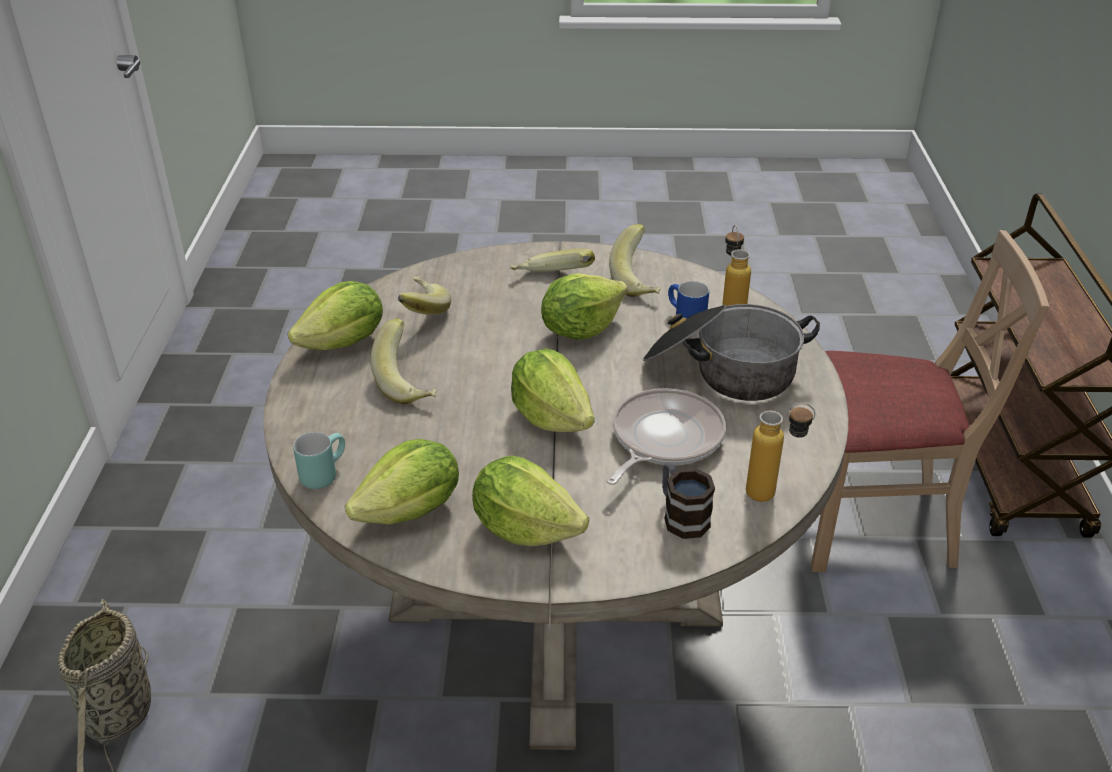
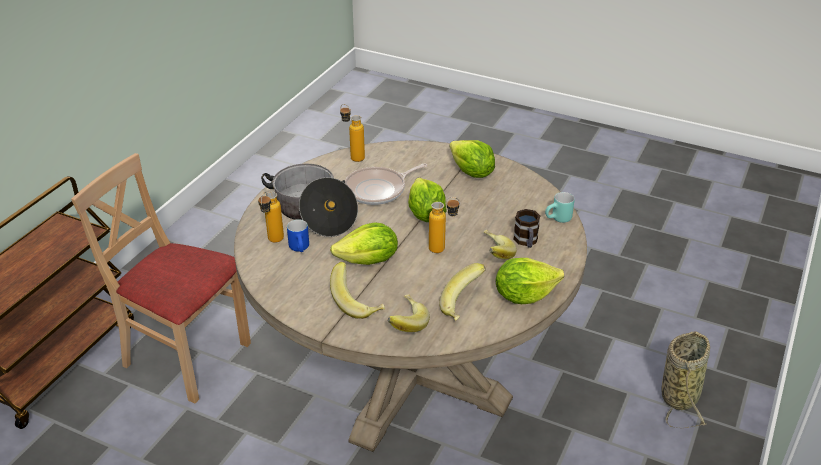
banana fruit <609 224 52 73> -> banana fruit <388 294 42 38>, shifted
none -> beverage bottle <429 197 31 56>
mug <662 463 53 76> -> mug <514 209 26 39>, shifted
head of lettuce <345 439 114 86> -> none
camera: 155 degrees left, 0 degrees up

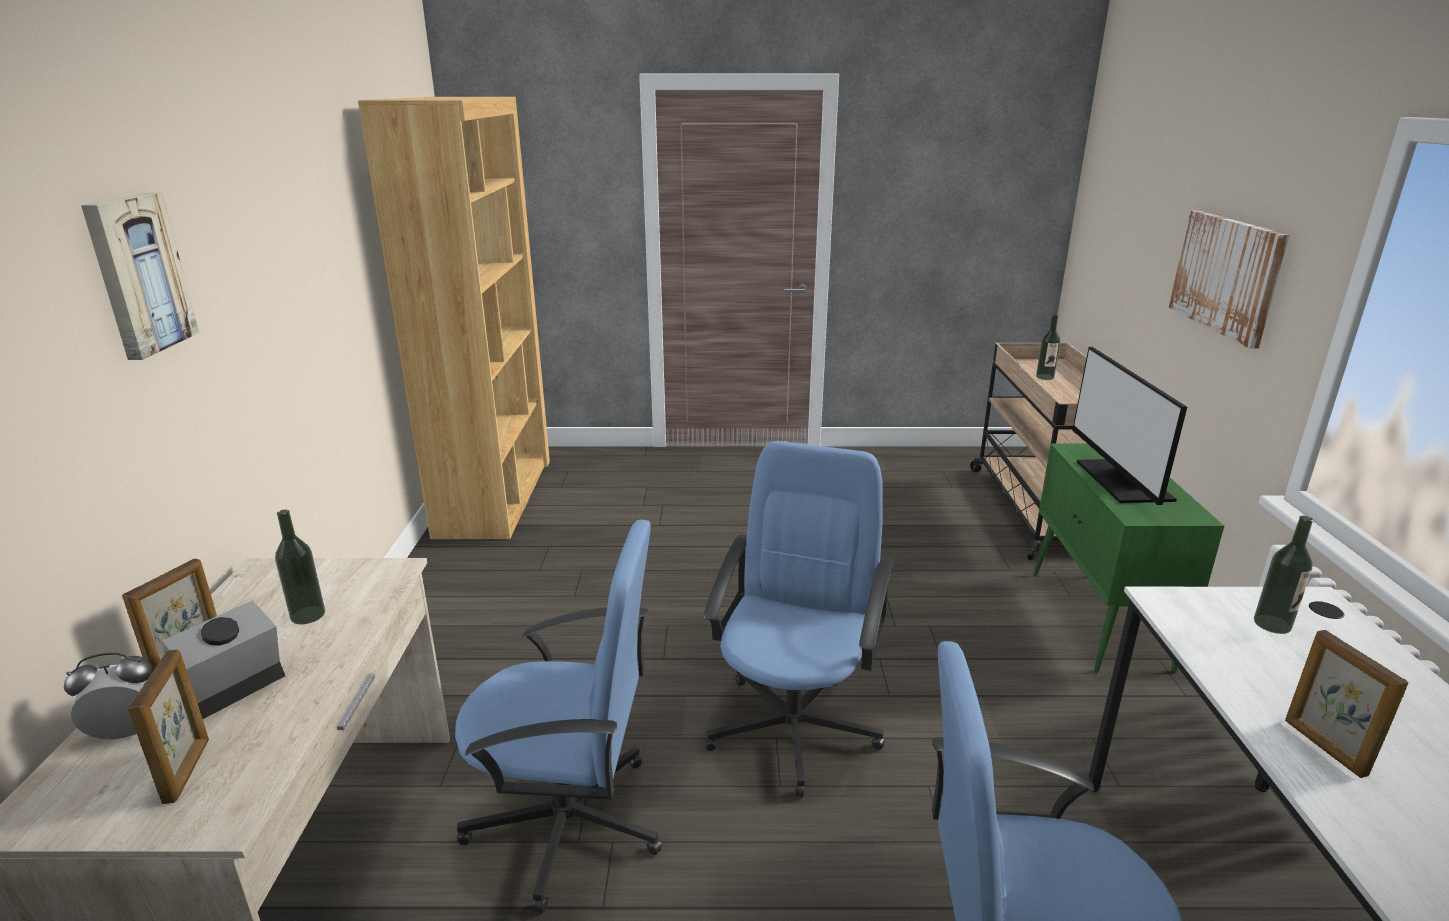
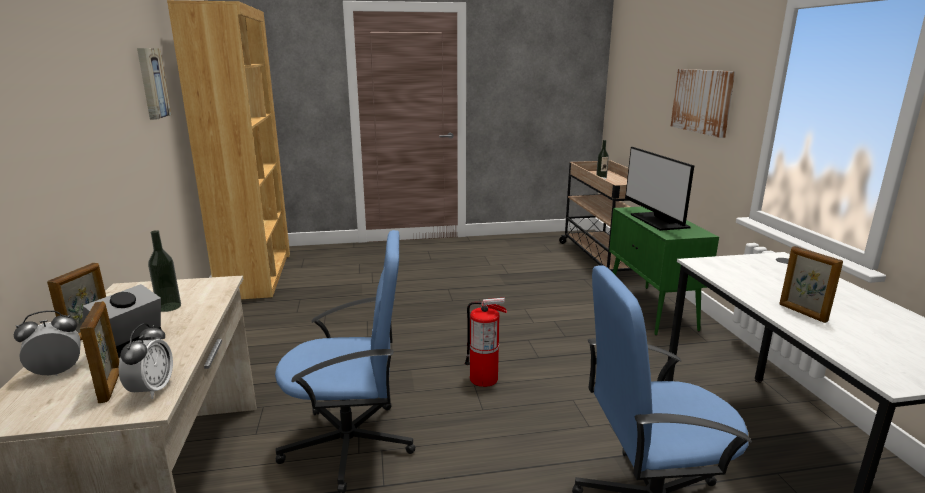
none -> alarm clock <119 323 54 76>
picture <81 193 118 167> -> picture <137 48 34 72>, shifted
bluish office chair <703 441 191 357> -> fire-fighting cylinder <465 298 42 89>
beverage bottle <1254 516 59 118> -> none
camera: 10 degrees left, 5 degrees down

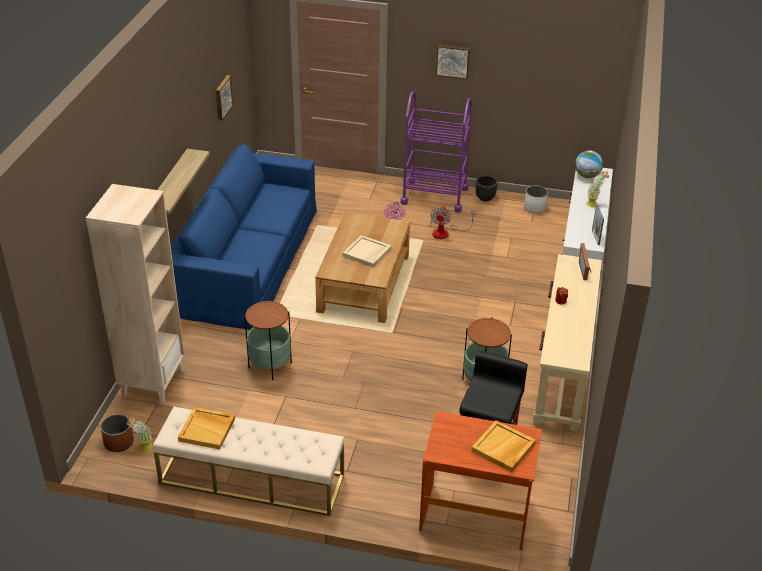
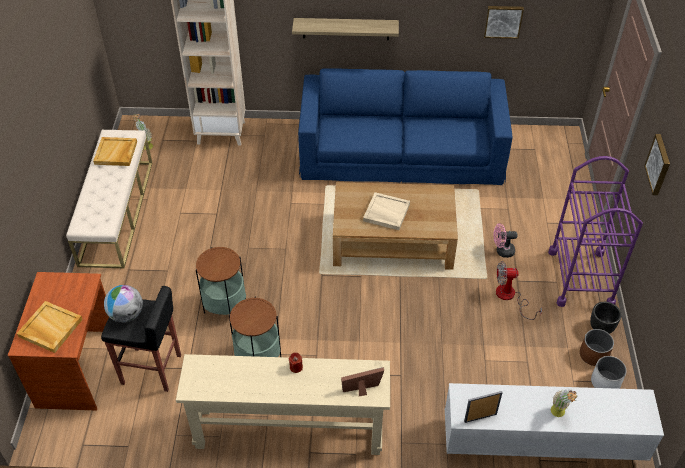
desk globe <575 150 28 28> -> desk globe <104 285 39 38>, shifted
side table <244 300 48 80> -> side table <196 247 50 68>, shifted
brownish planter <101 414 33 38> -> brownish planter <580 329 34 37>, shifted
camera: 80 degrees right, 10 degrees up

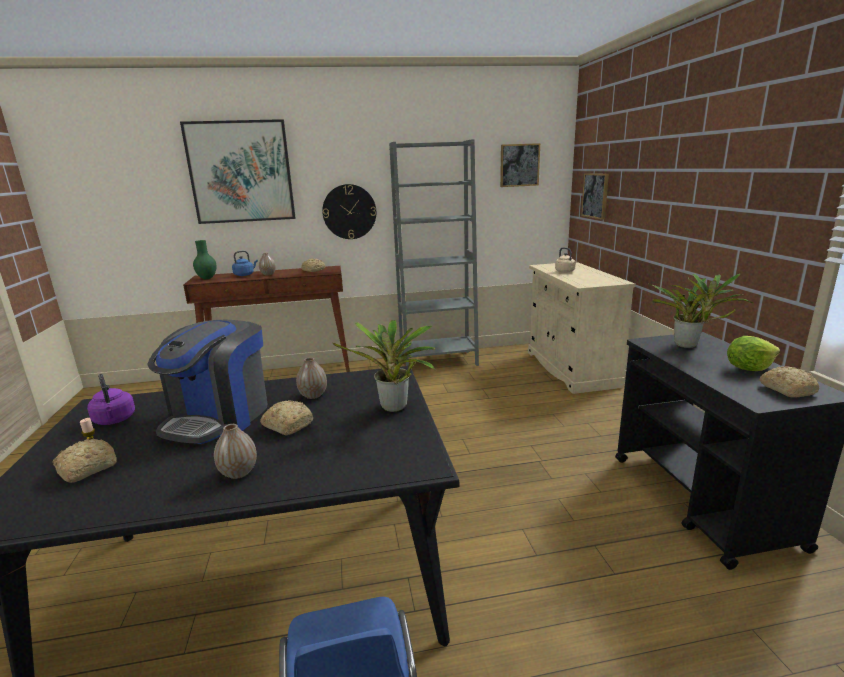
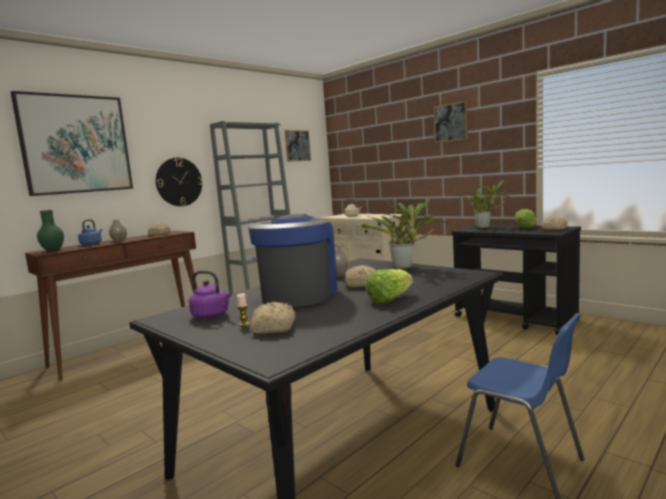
coffee maker <147 320 120 124> -> coffee maker <248 214 90 93>, 150 degrees counterclockwise
vase <214 424 43 55> -> head of lettuce <366 269 47 35>
picture <581 173 28 47> -> picture <433 101 35 42>, shifted
camera: 35 degrees left, 10 degrees down

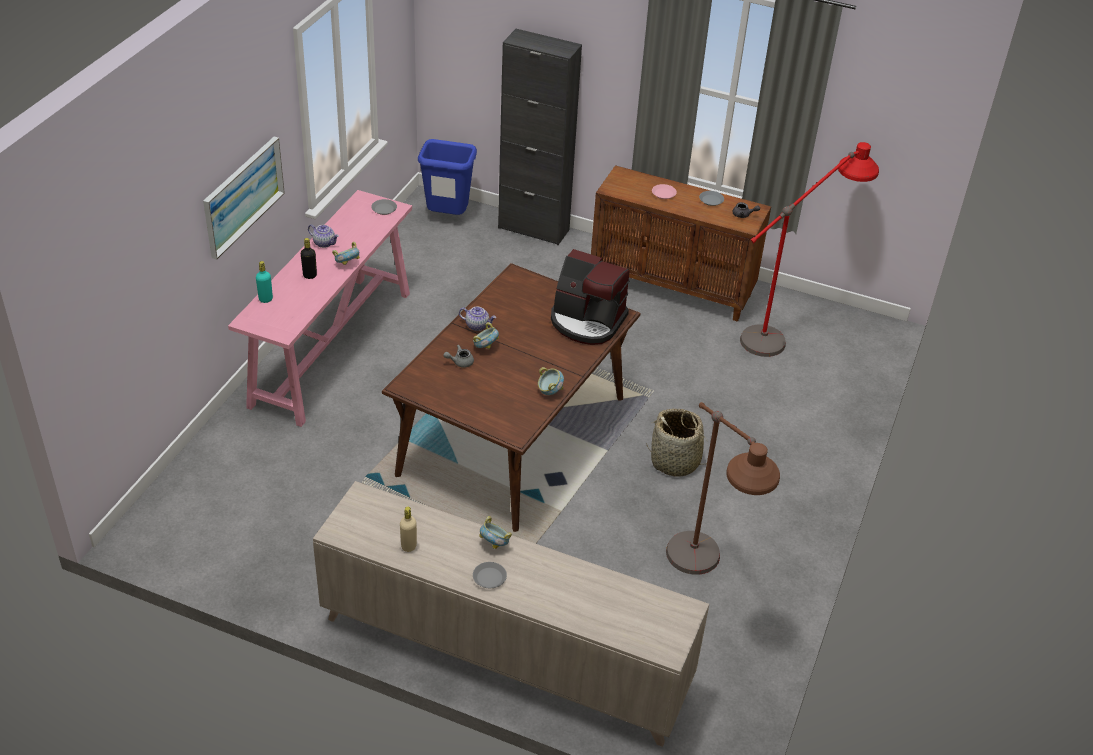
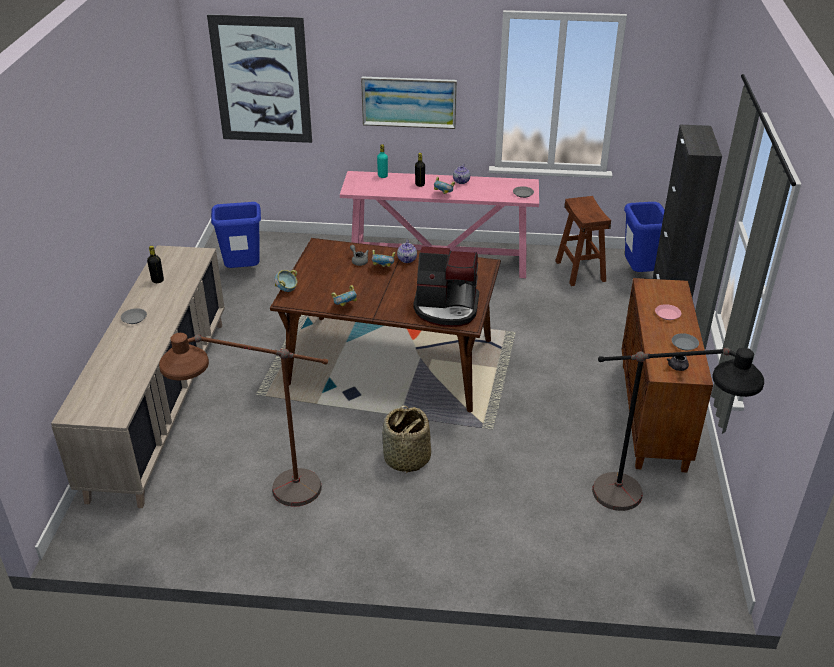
beige beverage bottle <400 507 17 45> -> black-coloured beverage bottle <147 246 17 37>
none -> picture <207 14 105 129>
none -> bluish trash can <211 202 50 66>
bowl <479 516 33 33> -> bowl <275 270 22 22>, shifted
coffee maker <551 249 79 96> -> coffee maker <413 246 66 81>, 90 degrees counterclockwise
none -> brownish sitting stool <555 196 56 90>
reddish floor lamp <740 142 139 215> -> black-coloured floor lamp <592 348 172 163>
camera: 75 degrees right, 5 degrees down

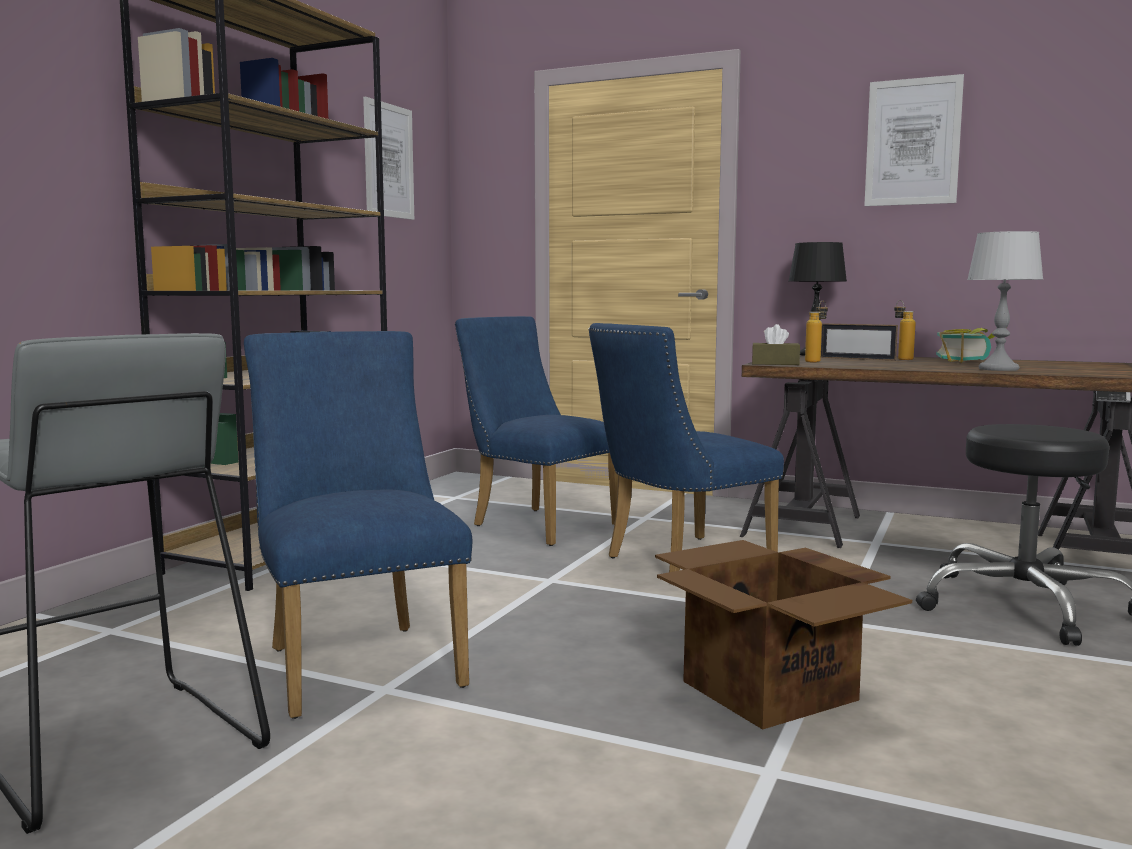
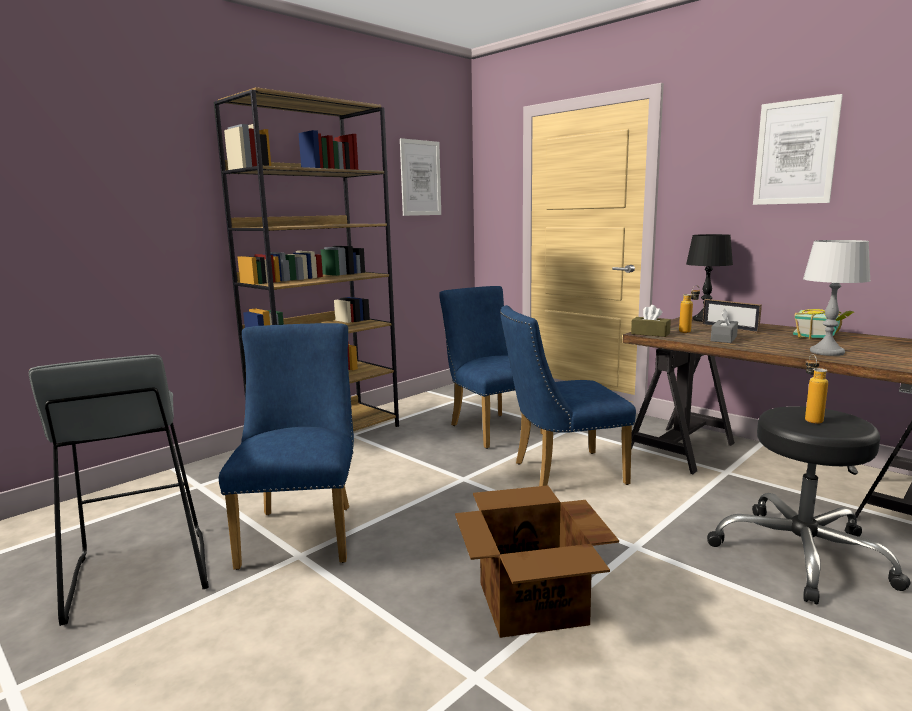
none -> greyish tissue box <711 308 27 35>
beverage bottle <894 300 21 60> -> beverage bottle <805 354 23 70>, shifted
camera: 20 degrees right, 5 degrees up

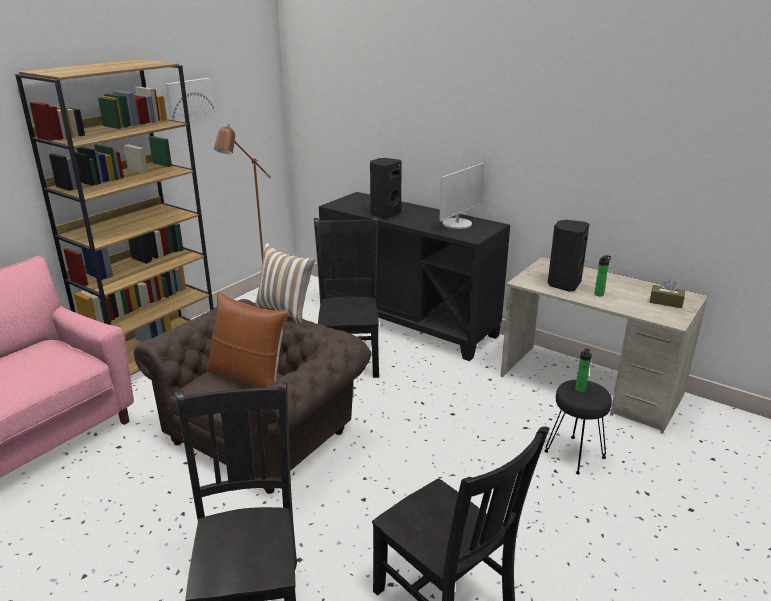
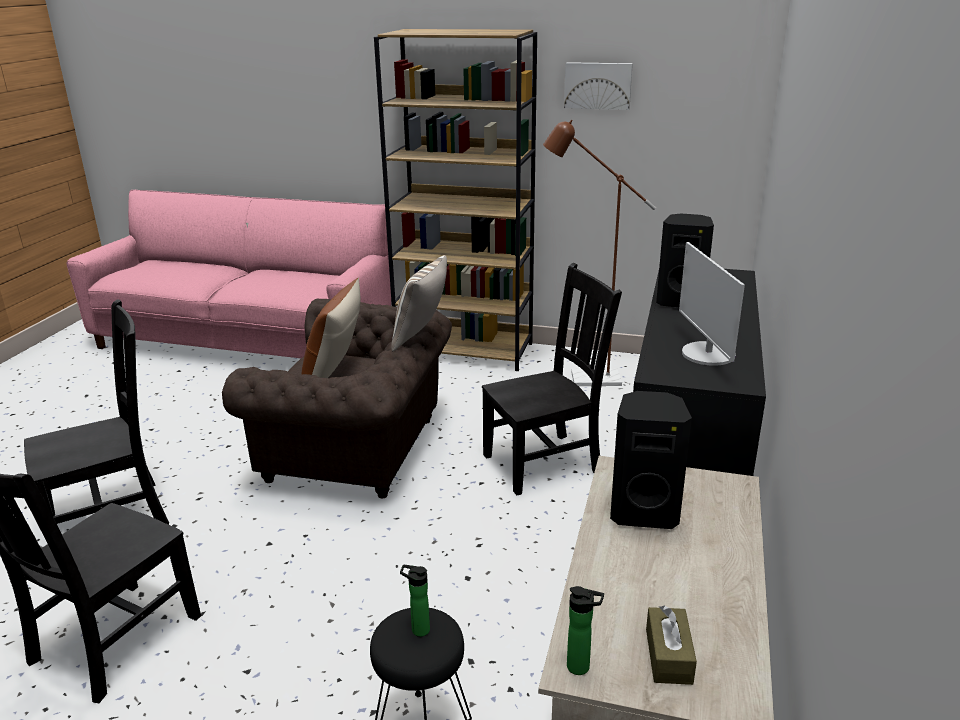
beverage bottle <594 255 17 41> -> beverage bottle <567 586 37 89>, shifted
monitor <439 163 46 66> -> monitor <679 242 66 124>, 60 degrees clockwise
camera: 70 degrees right, 0 degrees up

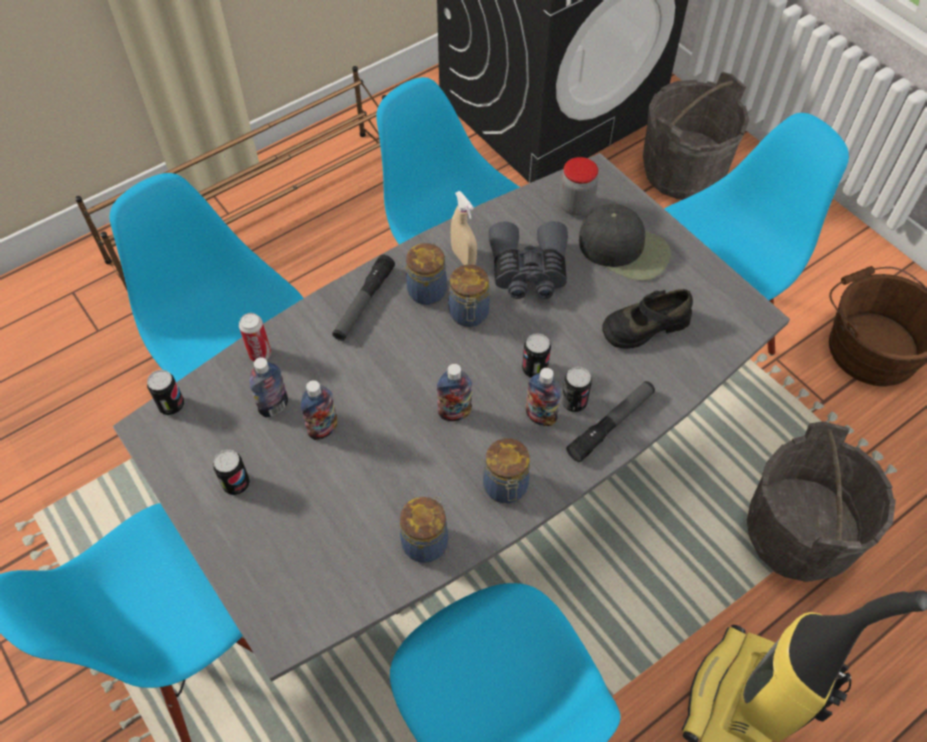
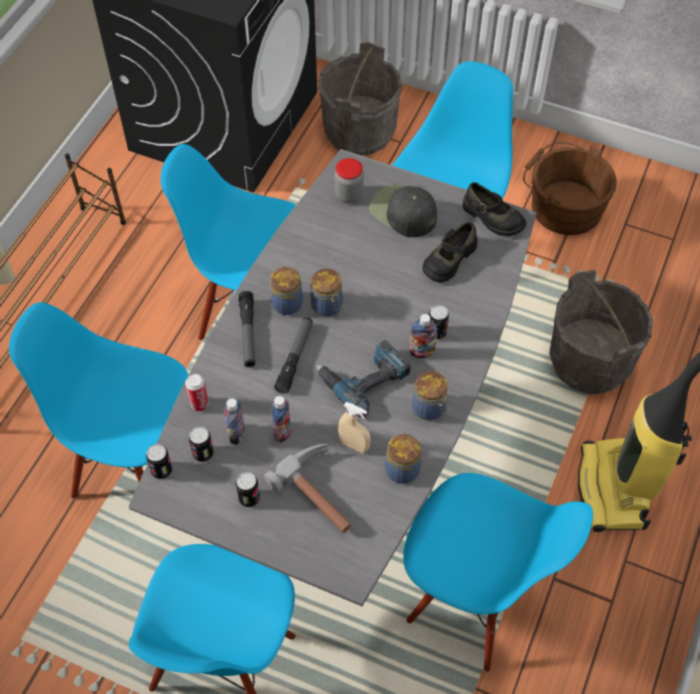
can <522 333 29 45> -> can <189 426 25 36>, shifted
none -> hammer <264 444 87 89>
hand torch <566 381 89 81> -> hand torch <274 317 39 77>, shifted
beverage bottle <437 364 35 57> -> power drill <317 340 94 78>
beige spray bottle <451 191 26 74> -> beige spray bottle <338 402 33 51>, shifted
black-coloured baseball cap <579 204 92 77> -> black-coloured baseball cap <369 185 68 52>, 135 degrees counterclockwise
none -> black-coloured low shoe <462 182 64 54>
greyish binoculars <488 221 80 78> -> none
camera: 30 degrees left, 0 degrees up

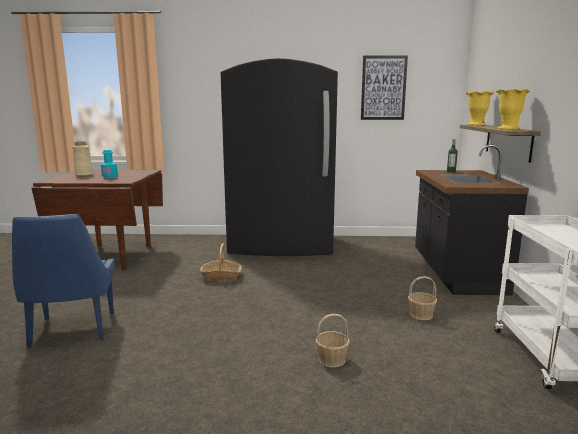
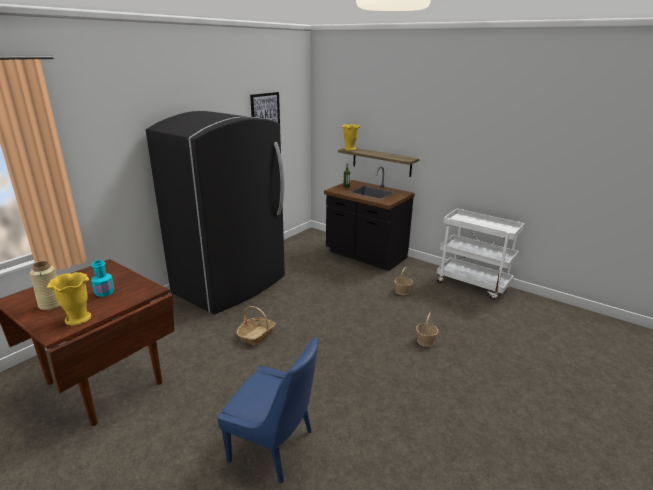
yellow vase <496 89 34 41> -> yellow vase <47 272 45 54>, shifted
camera: 55 degrees left, 10 degrees up

